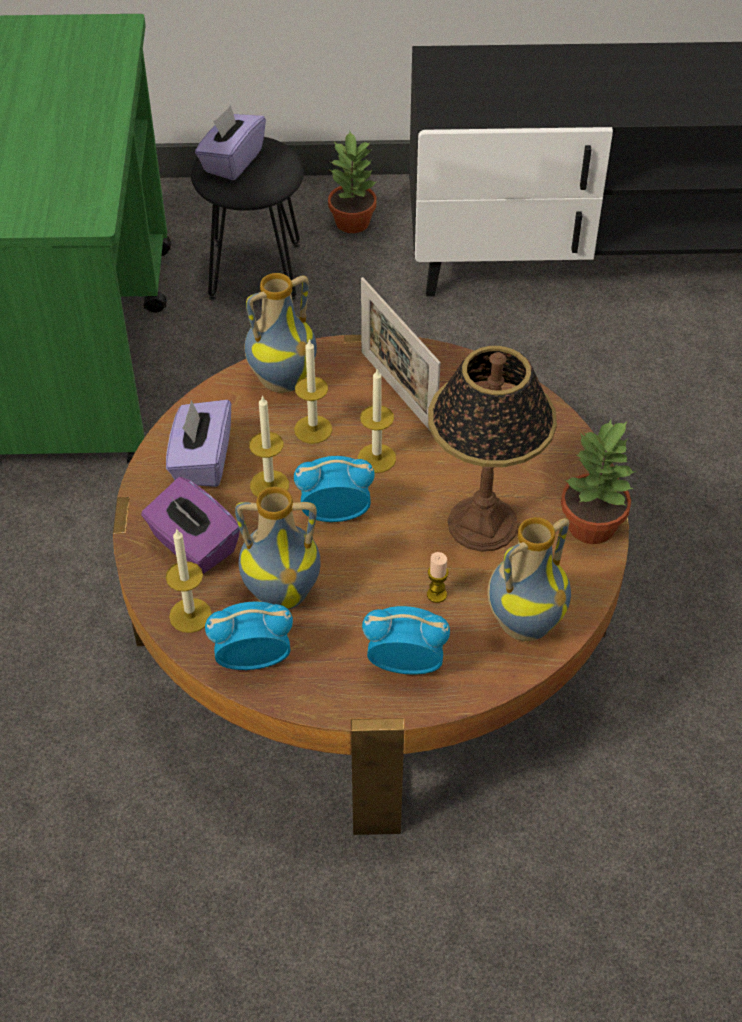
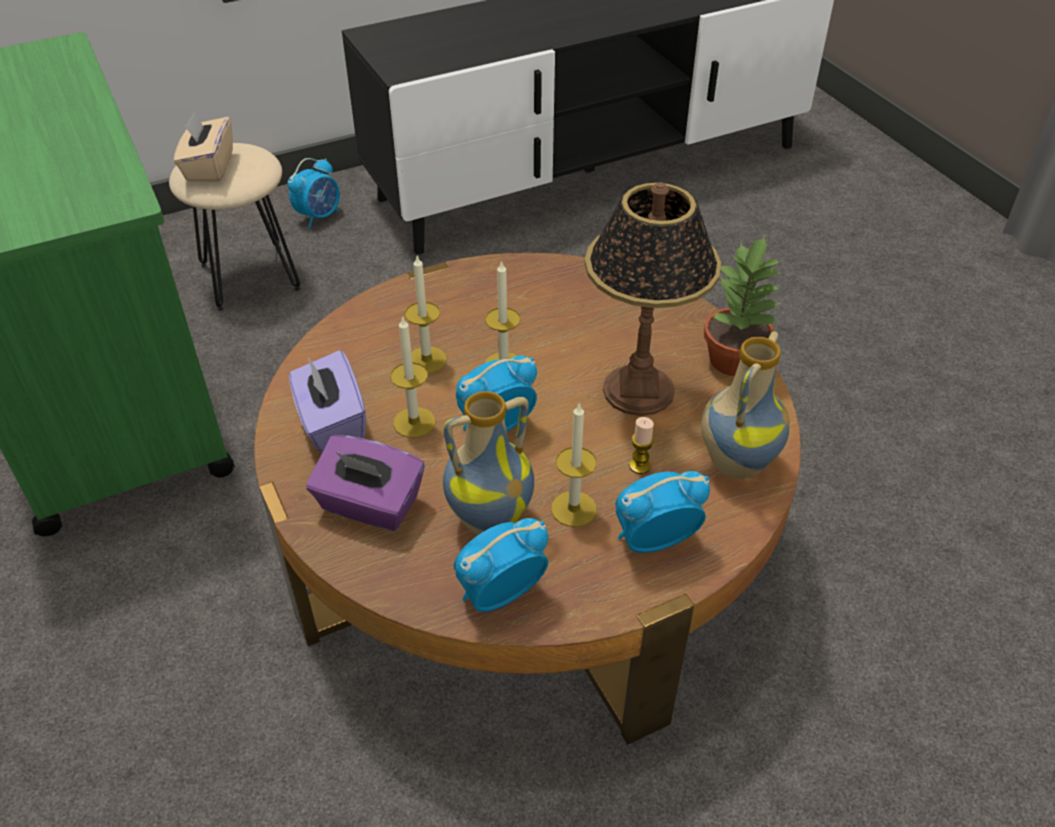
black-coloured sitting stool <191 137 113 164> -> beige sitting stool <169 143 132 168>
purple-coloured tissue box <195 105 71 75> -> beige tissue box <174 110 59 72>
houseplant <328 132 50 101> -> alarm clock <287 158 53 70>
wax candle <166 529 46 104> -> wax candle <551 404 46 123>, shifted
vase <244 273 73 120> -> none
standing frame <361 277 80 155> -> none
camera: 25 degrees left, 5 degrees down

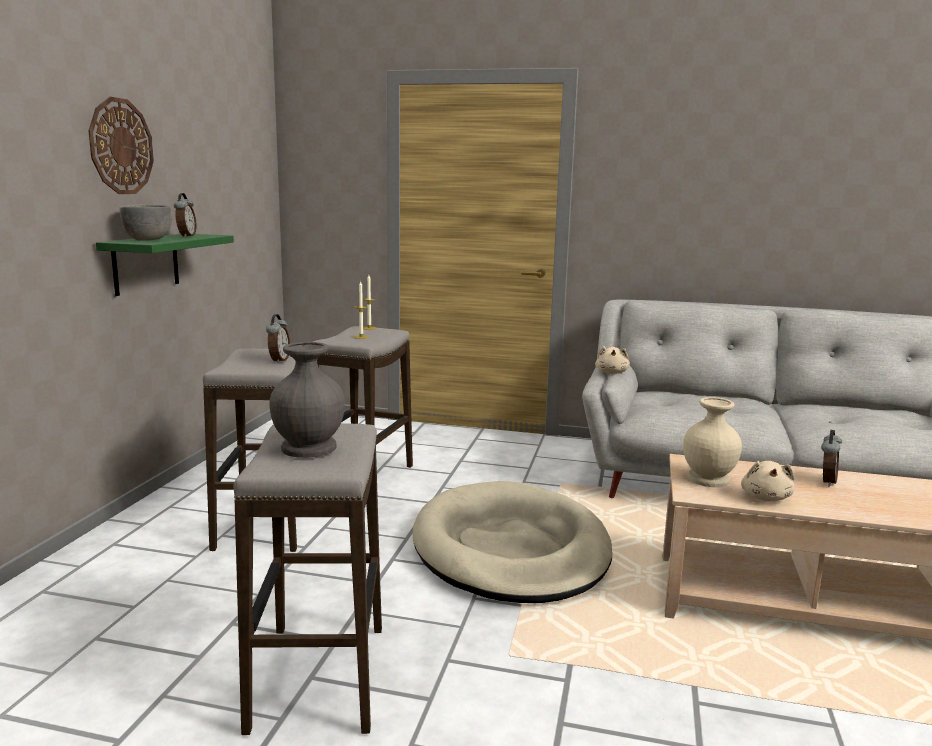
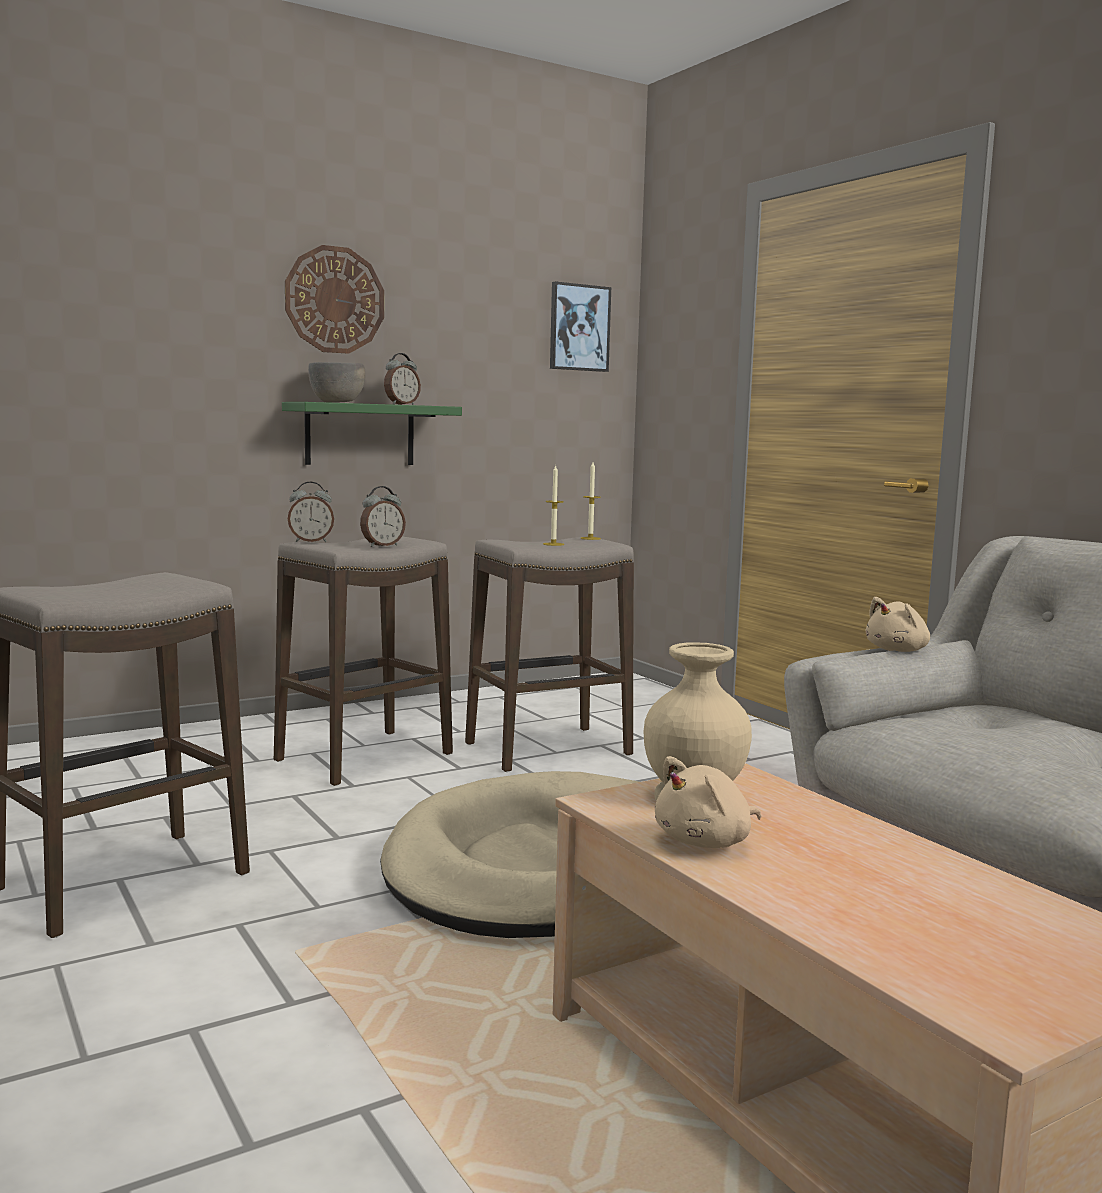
alarm clock <821 430 21 57> -> alarm clock <288 482 46 60>, shifted
none -> picture <550 281 61 91>
greyish vase <269 342 76 116> -> none
camera: 45 degrees right, 5 degrees down

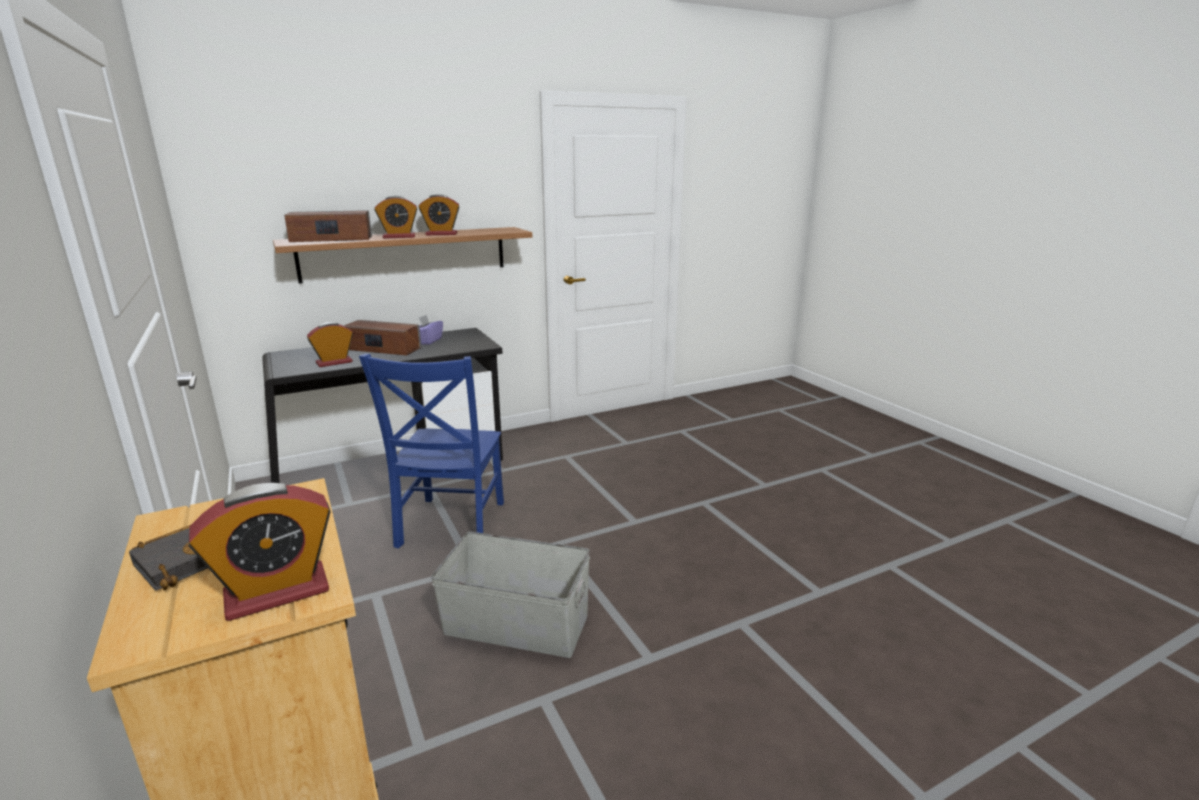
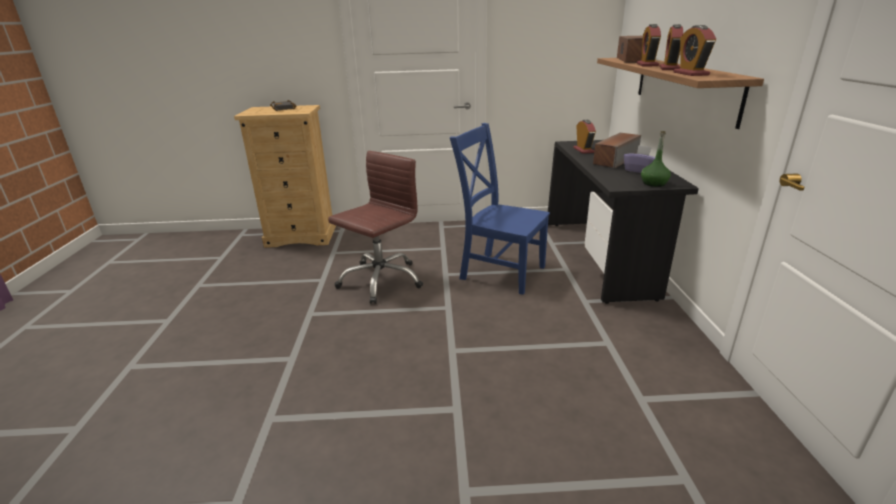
greyish storage container <431 532 159 126> -> brownish office chair <328 151 95 153>
none -> greenish beverage bottle <641 131 30 56>
alarm clock <189 483 142 138> -> alarm clock <673 25 43 51>, shifted
camera: 115 degrees right, 5 degrees up

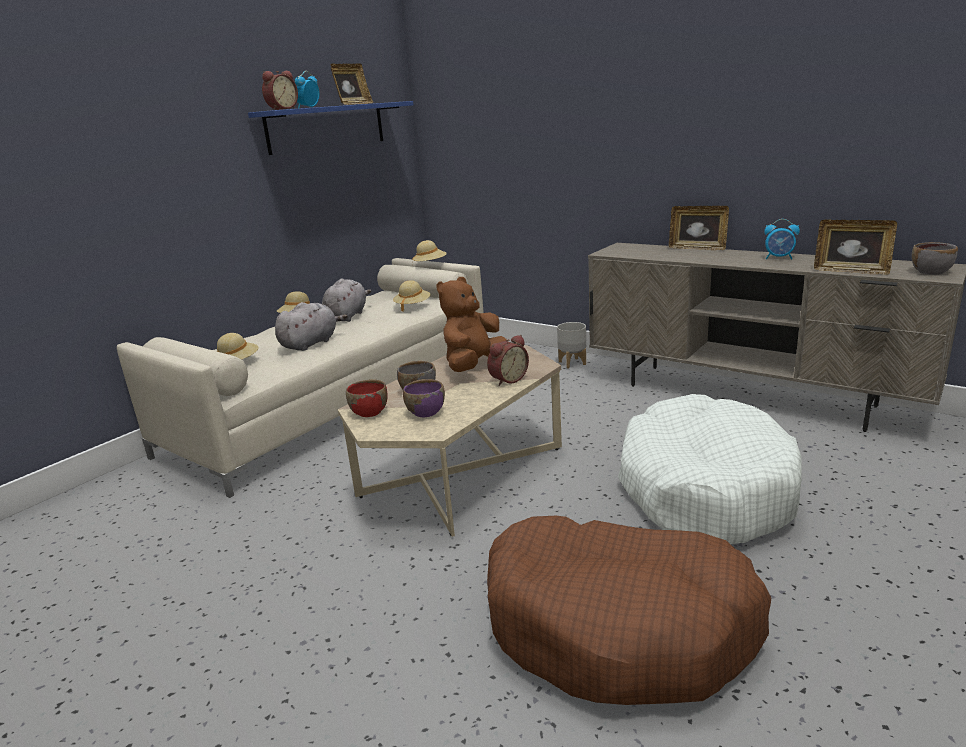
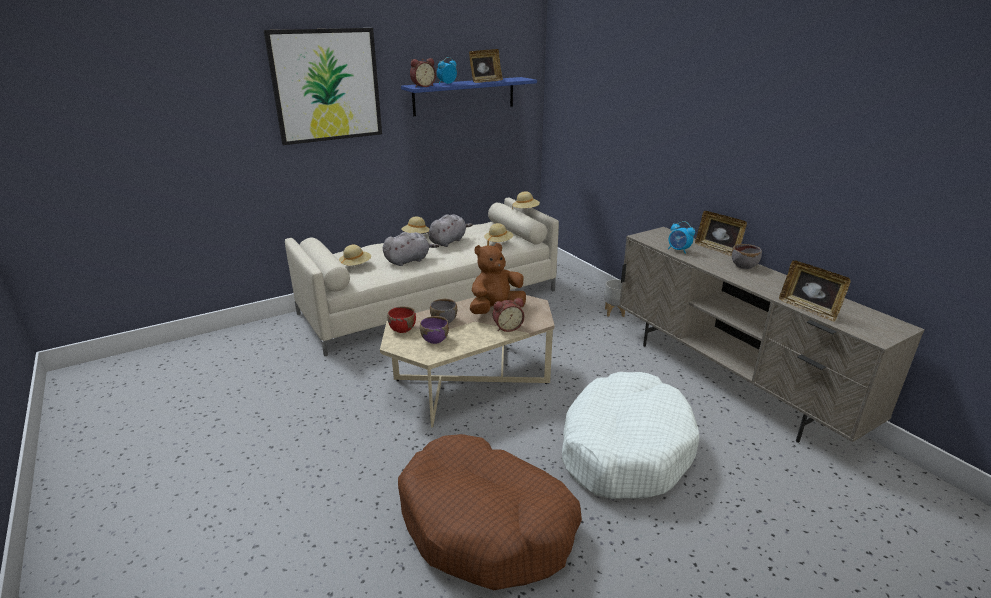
none -> picture <264 28 118 117>
alarm clock <764 219 36 40> -> alarm clock <668 221 27 33>, shifted
greyish bowl <911 242 47 33> -> greyish bowl <732 244 30 25>, shifted
camera: 20 degrees right, 5 degrees up

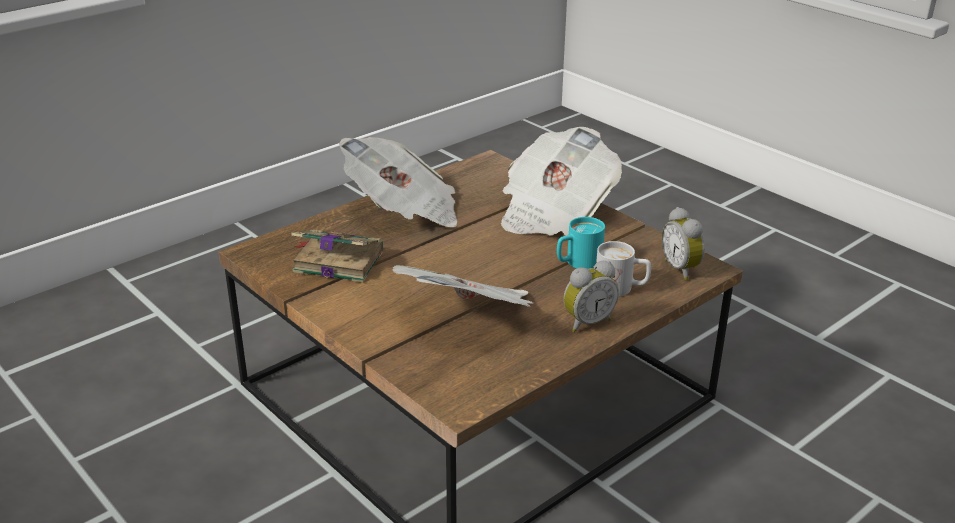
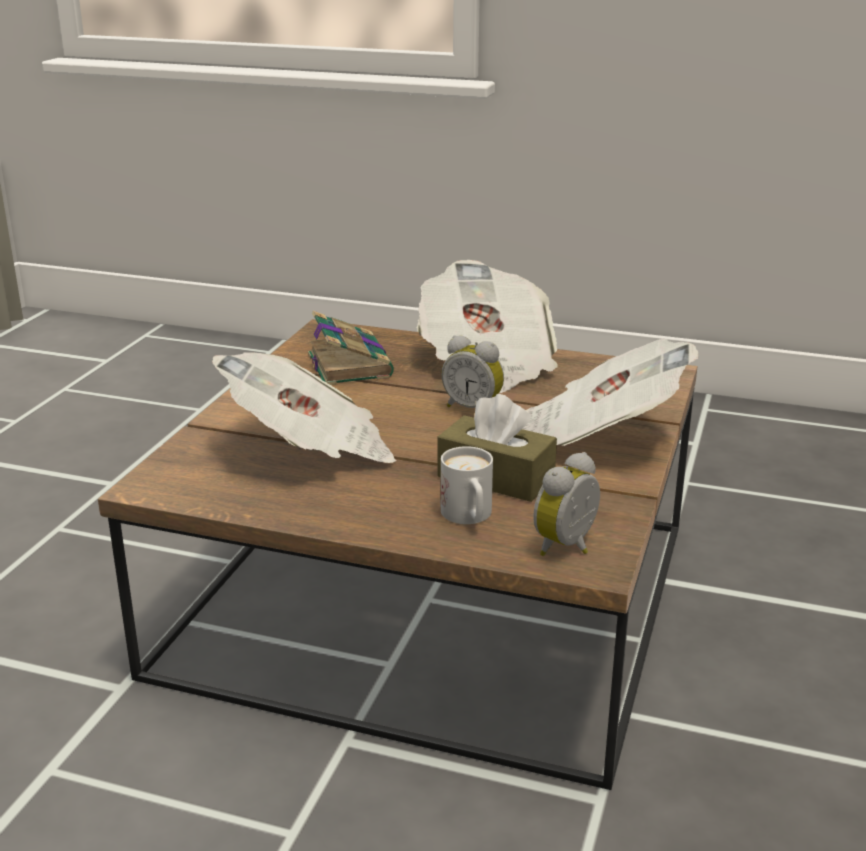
turquoise mug <557 217 48 52> -> brownish tissue box <437 394 120 108>
alarm clock <563 261 56 72> -> alarm clock <441 335 63 73>, shifted
camera: 60 degrees right, 5 degrees down

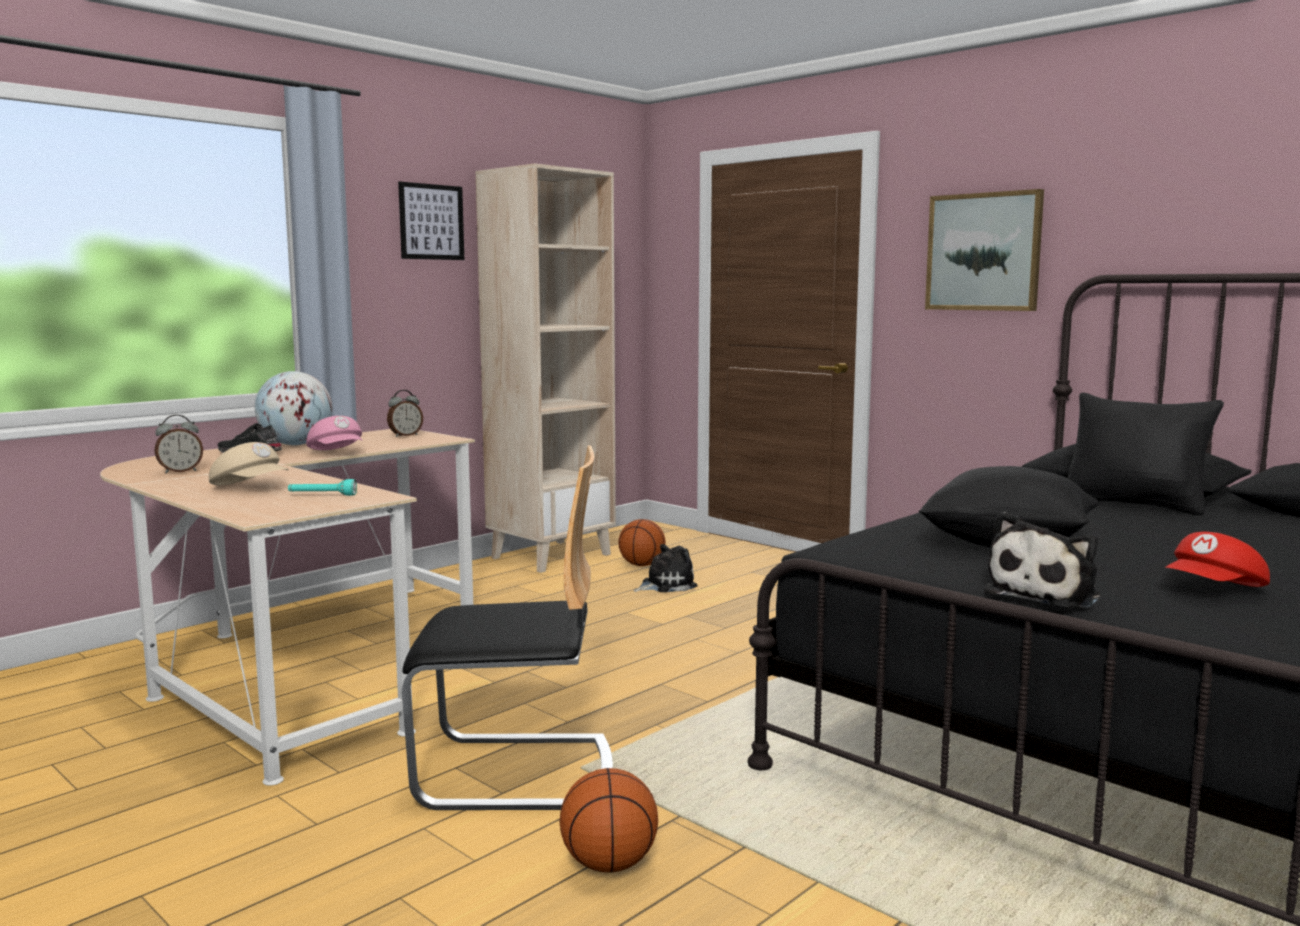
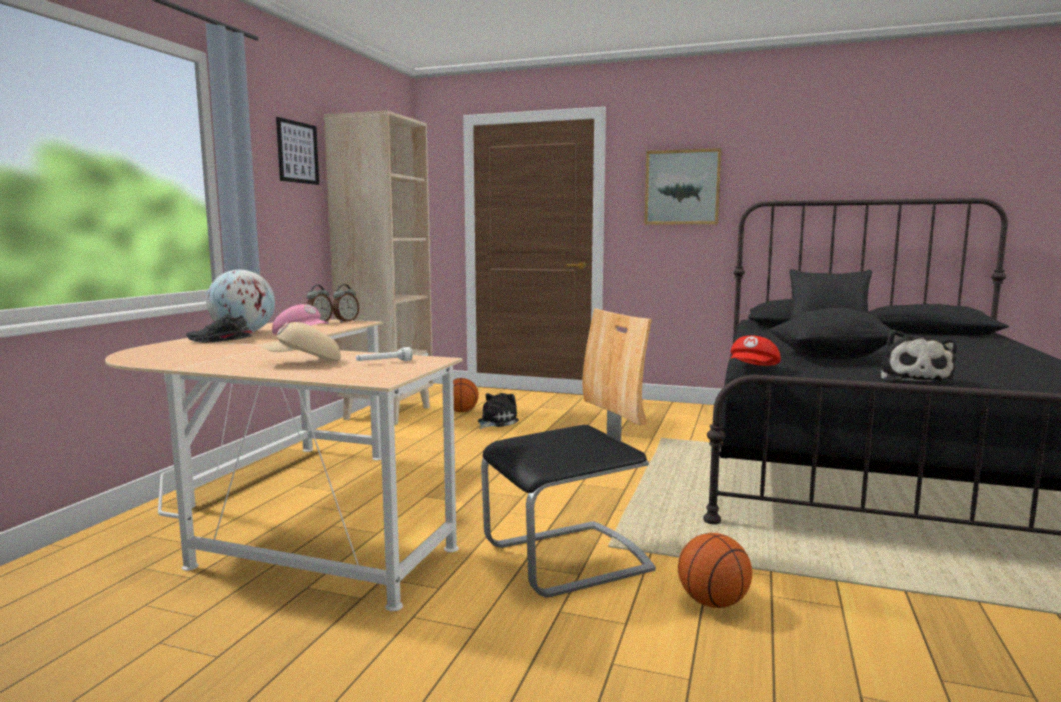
beige baseball cap <209 442 80 43> -> beige baseball cap <259 322 82 39>, 150 degrees clockwise
alarm clock <154 415 49 59> -> alarm clock <333 284 26 38>, shifted
turquoise hand torch <288 479 69 17> -> white-coloured hand torch <356 347 57 14>
reddish baseball cap <1165 532 105 55> -> reddish baseball cap <730 336 51 30>, shifted
camera: 25 degrees left, 0 degrees up

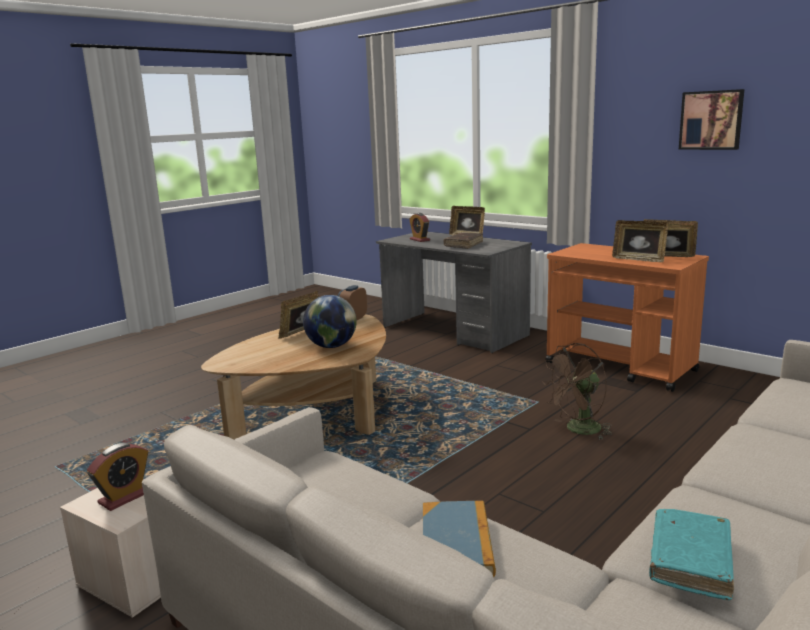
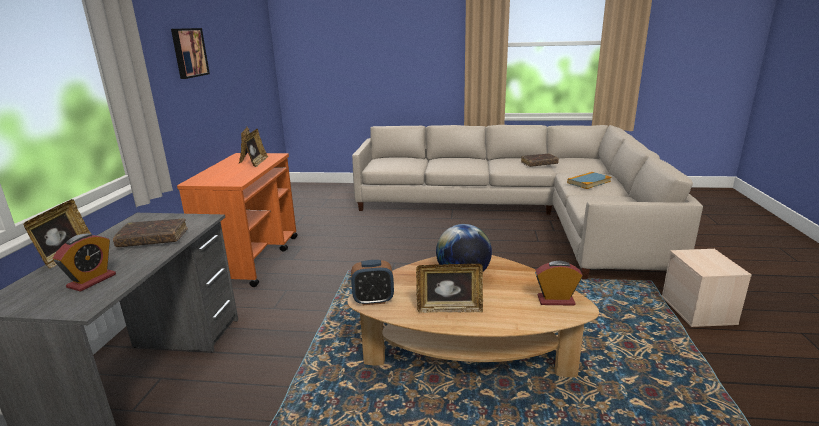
turquoise bound book <649 509 85 91> -> brownish bound book <521 154 38 13>
alarm clock <87 443 61 68> -> alarm clock <535 261 48 45>, shifted
brownish fan <542 343 70 96> -> none
camera: 125 degrees left, 5 degrees up

